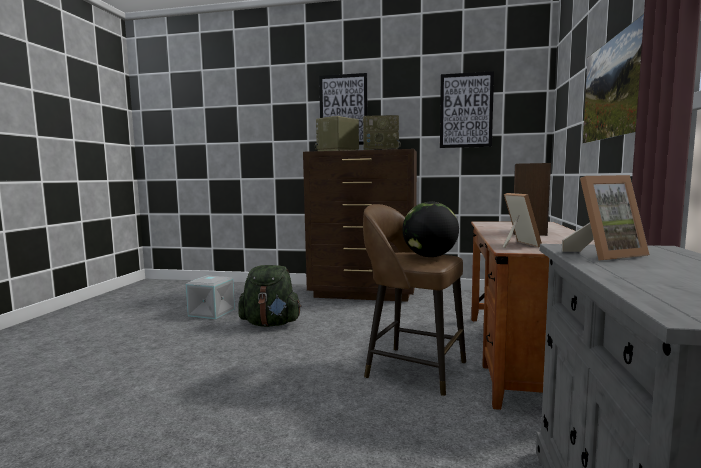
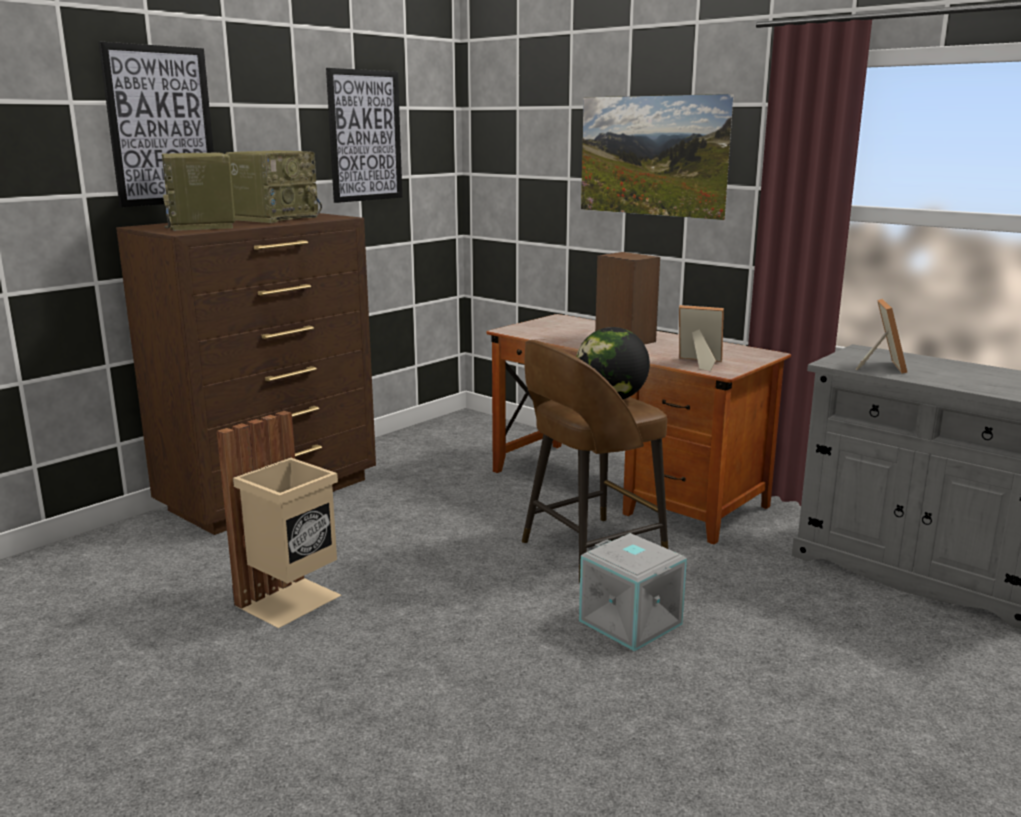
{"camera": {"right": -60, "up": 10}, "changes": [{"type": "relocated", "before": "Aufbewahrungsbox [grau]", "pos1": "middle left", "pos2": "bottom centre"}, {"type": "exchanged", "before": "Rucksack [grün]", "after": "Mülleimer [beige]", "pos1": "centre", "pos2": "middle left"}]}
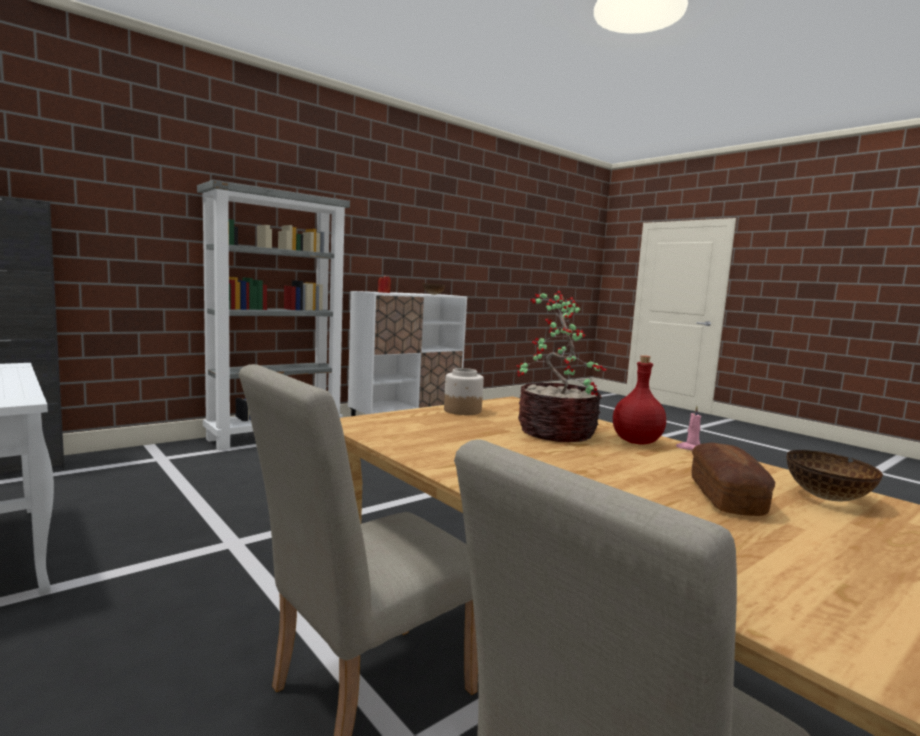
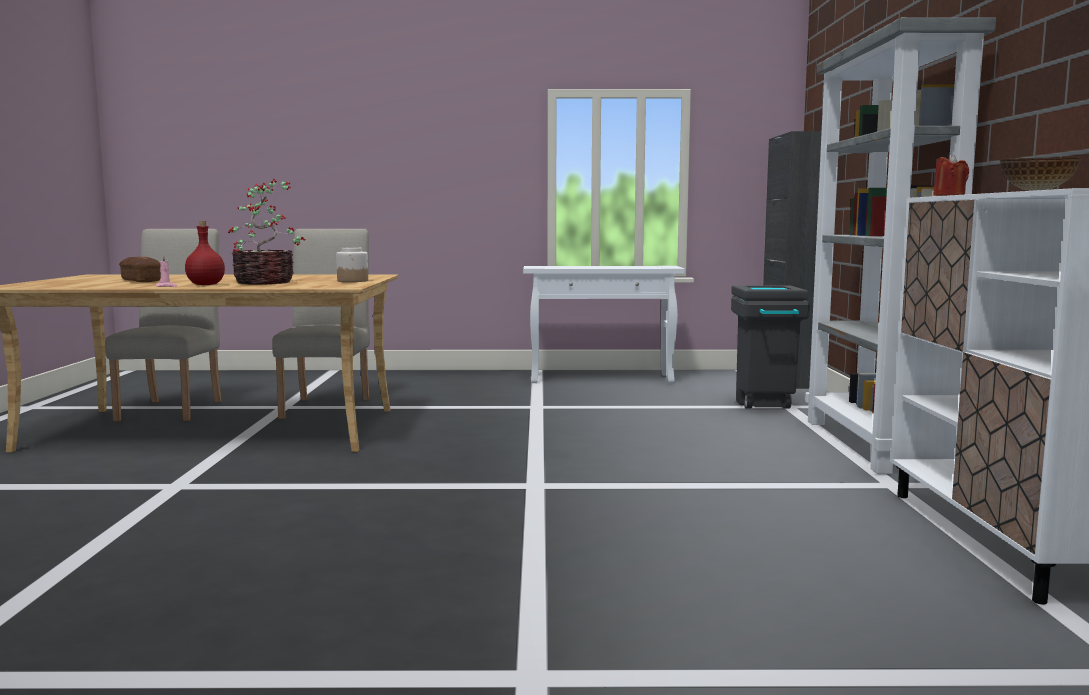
{"camera": {"right": 130, "up": 0}, "changes": [{"type": "missing", "before": "Schüssel (no. 2 from left)", "pos1": "middle right"}, {"type": "appeared", "after": "Mülleimer [grau]", "pos2": "middle right"}]}
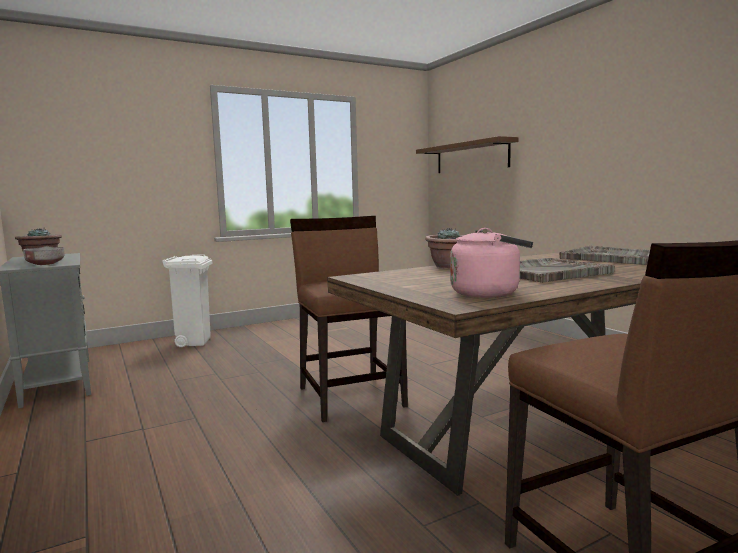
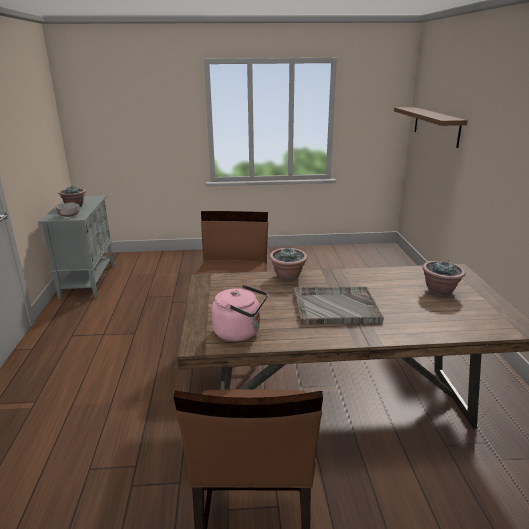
{"camera": {"right": 25, "up": 15}, "changes": [{"type": "missing", "before": "Mülleimer [weiß]", "pos1": "middle left"}, {"type": "exchanged", "before": "Tablett [grau] (no. 2 from left)", "after": "Topfpflanze (no. 3 from left)", "pos1": "middle right", "pos2": "middle right"}]}
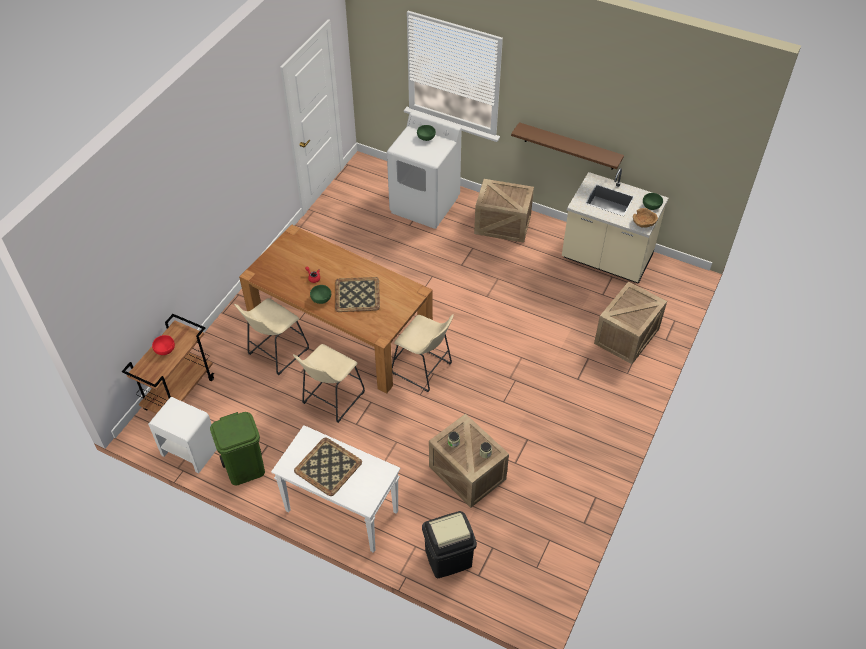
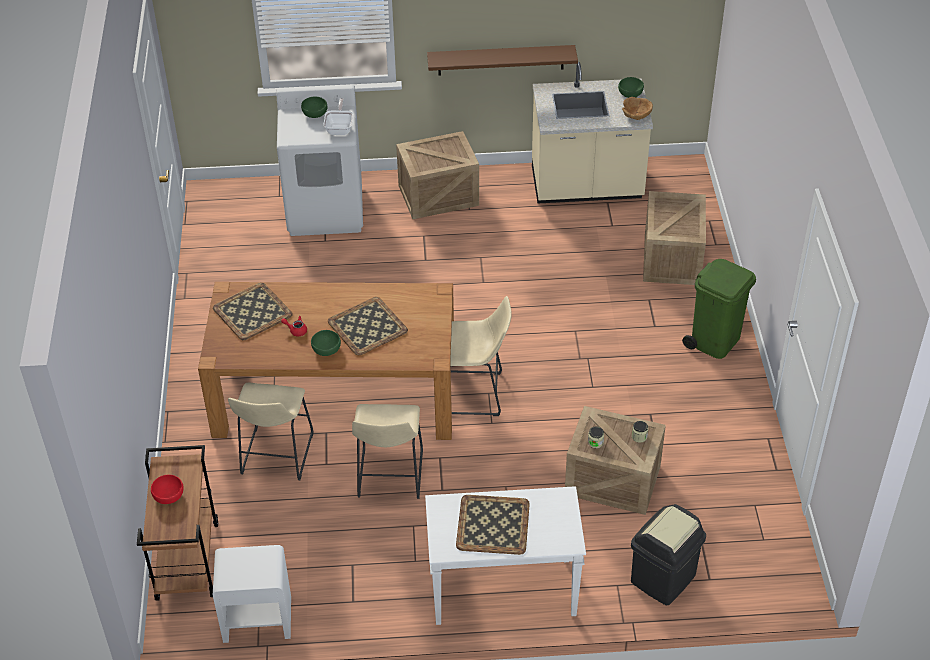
{"camera": {"right": -30, "up": -5}, "changes": [{"type": "relocated", "before": "Mülleimer [grün]", "pos1": "bottom left", "pos2": "middle right"}, {"type": "appeared", "after": "Tablett (no. 1 from left)", "pos2": "middle left"}, {"type": "appeared", "after": "Pfanne", "pos2": "top centre"}]}
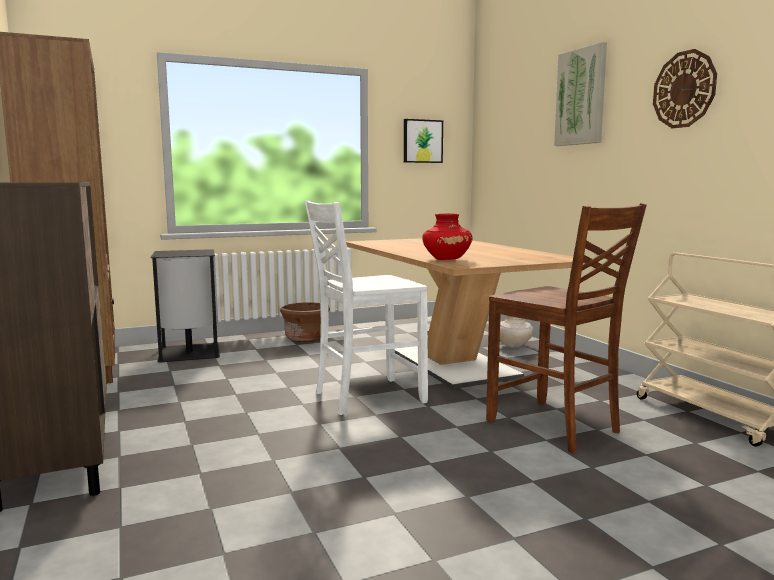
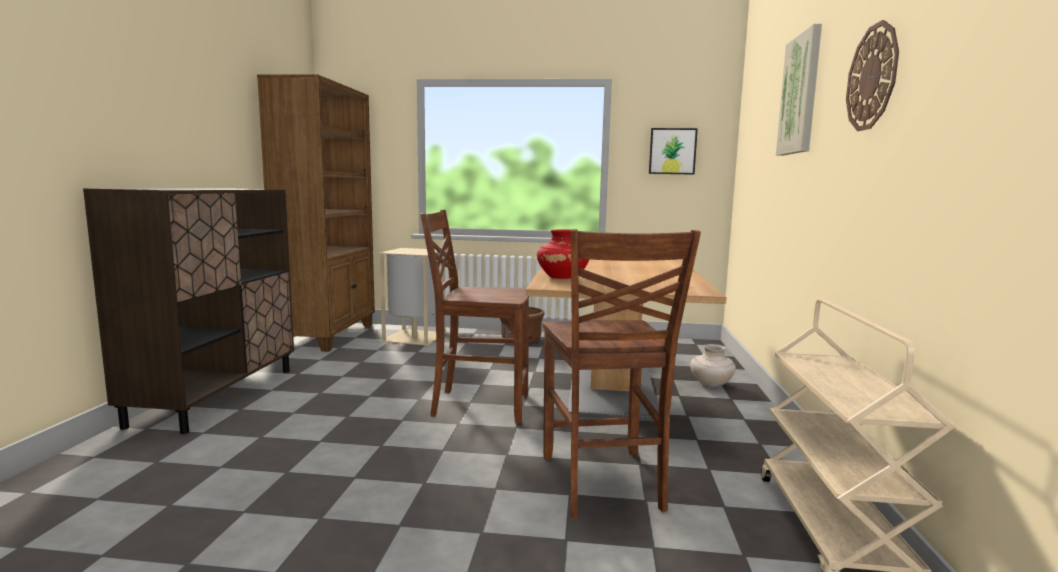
{"camera": {"right": 30, "up": 0}, "changes": [{"type": "colour", "before": "Mülleimer [schwarz]", "after": "Mülleimer [beige]", "pos1": "middle left", "pos2": "centre"}, {"type": "colour", "before": "Stuhl [weiß]", "after": "Stuhl [braun] (no. 1 from left)", "pos1": "centre", "pos2": "centre"}]}
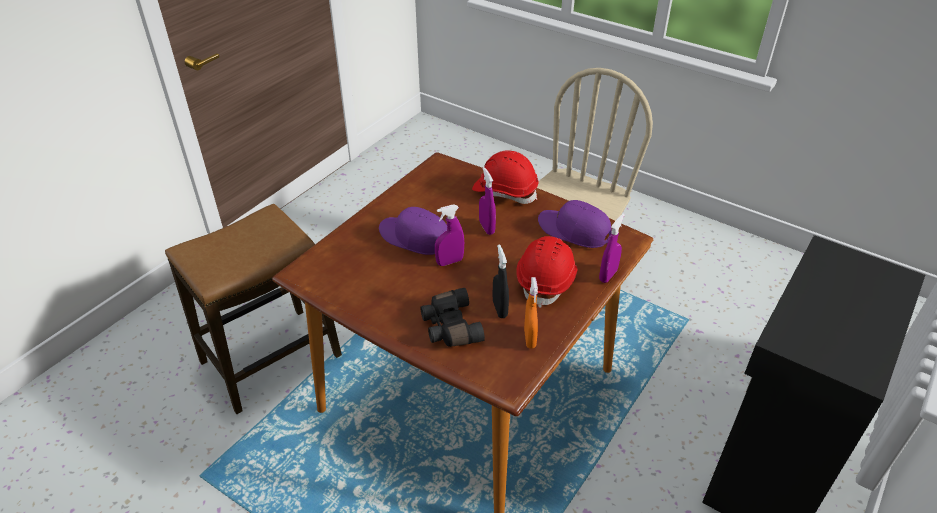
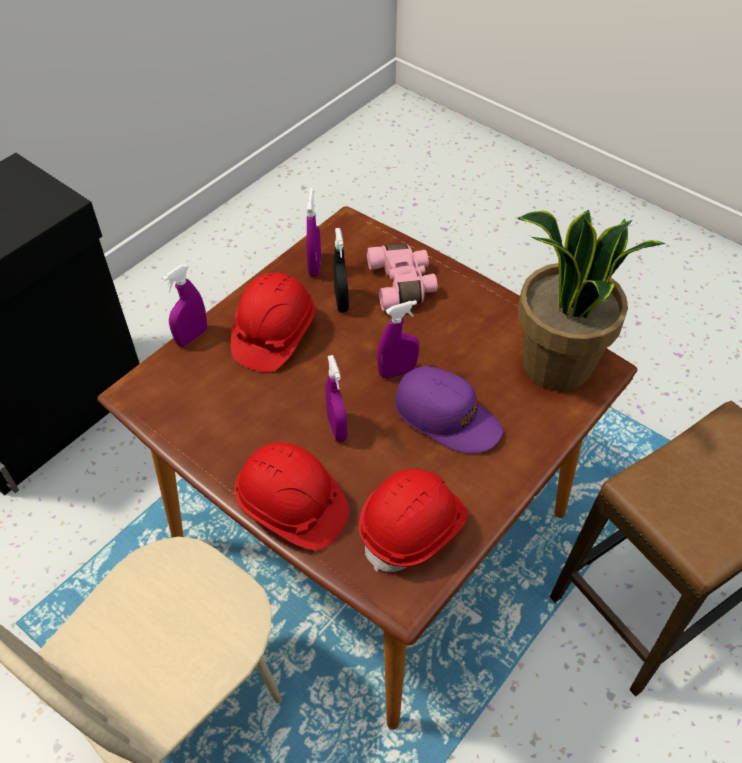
{"camera": {"right": -175, "up": 10}, "changes": [{"type": "colour", "before": "Fernglas [schwarz]", "after": "Fernglas [rosa]", "pos1": "centre", "pos2": "centre"}, {"type": "colour", "before": "Sprühflasche [orange]", "after": "Sprühflasche [lila] (no. 2 from left)", "pos1": "centre", "pos2": "top centre"}, {"type": "missing", "before": "Kappe [lila] (no. 2 from left)", "pos1": "centre"}, {"type": "appeared", "after": "Schutzhelm [rot] (no. 3 from left)", "pos2": "bottom centre"}, {"type": "appeared", "after": "Topfpflanze", "pos2": "middle right"}]}
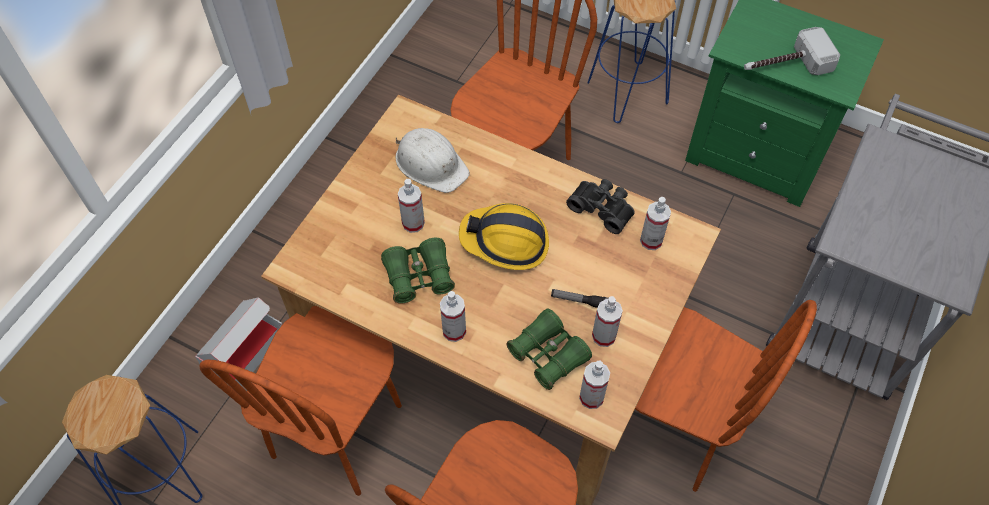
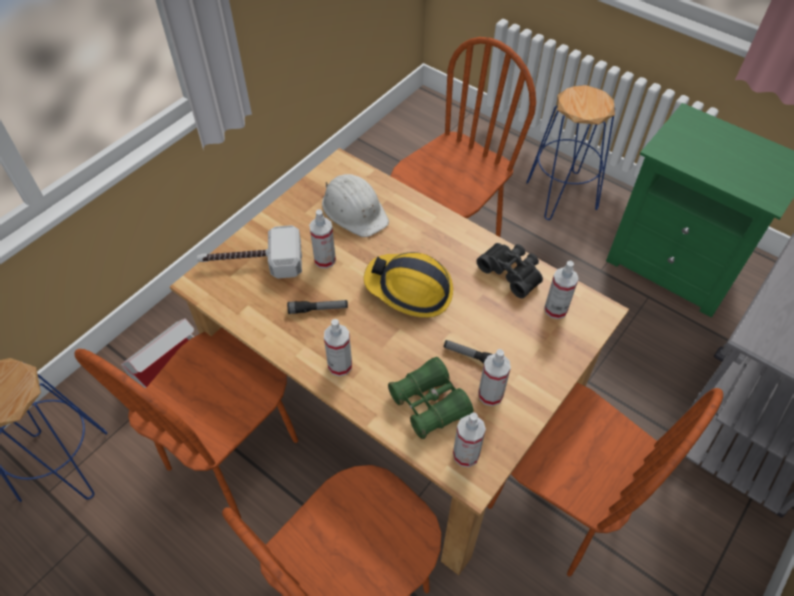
{"camera": {"right": 10, "up": -5}, "changes": [{"type": "exchanged", "before": "Fernglas [grün] (no. 1 from left)", "after": "Taschenlampe (no. 1 from left)", "pos1": "centre", "pos2": "centre"}, {"type": "relocated", "before": "Hammer", "pos1": "top right", "pos2": "middle left"}]}
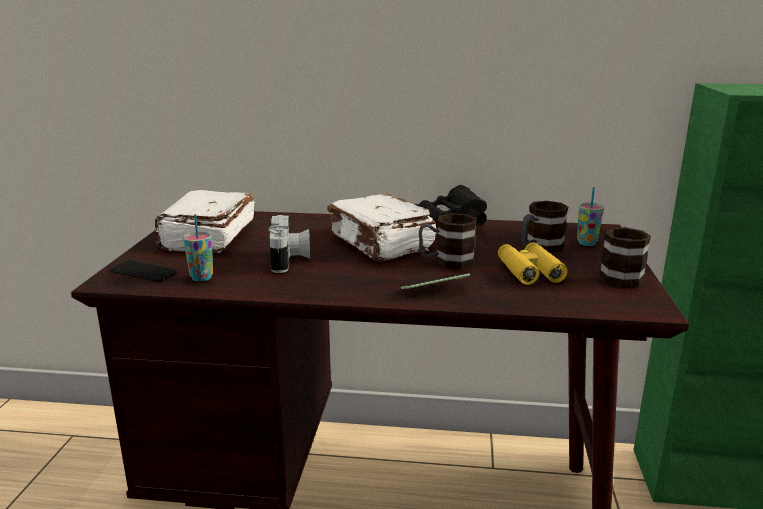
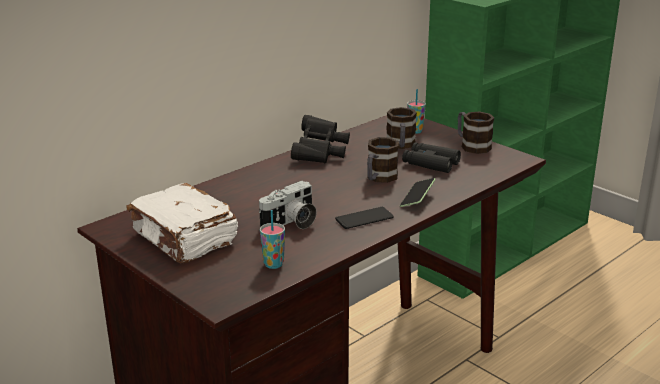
{"camera": {"right": -50, "up": 5}, "changes": [{"type": "relocated", "before": "Handy (no. 1 from left)", "pos1": "middle left", "pos2": "centre"}, {"type": "spun", "before": "Kamera", "pos1": "centre", "pos2": "centre", "turn": 105}, {"type": "missing", "before": "Buch [weiß] (no. 2 from left)", "pos1": "centre"}, {"type": "colour", "before": "Fernglas [gelb]", "after": "Fernglas [schwarz] (no. 2 from left)", "pos1": "middle right", "pos2": "centre"}]}
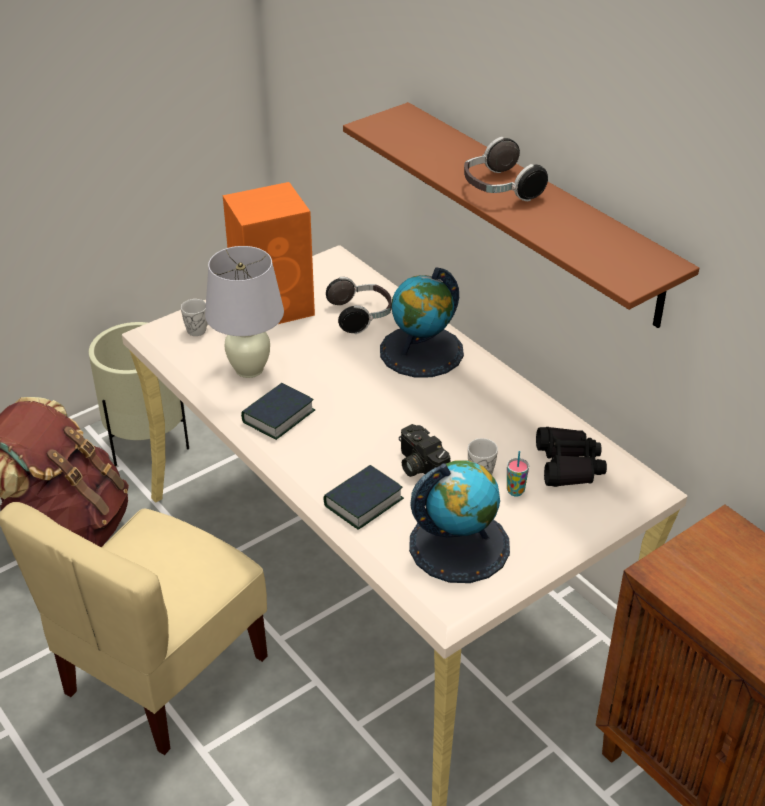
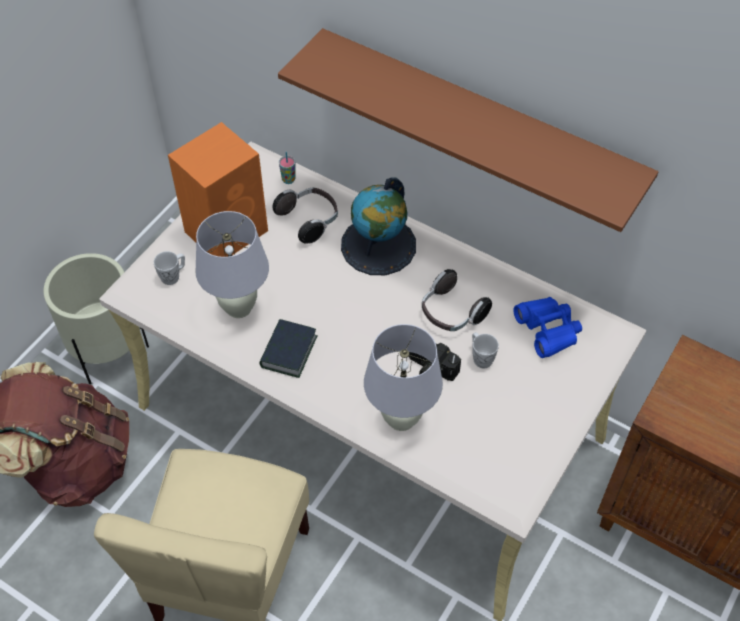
{"camera": {"right": -20, "up": 15}, "changes": [{"type": "exchanged", "before": "Buch (no. 2 from left)", "after": "Tischlampe [weiß] (no. 2 from left)", "pos1": "centre", "pos2": "centre"}, {"type": "missing", "before": "Globus (no. 2 from left)", "pos1": "centre"}, {"type": "relocated", "before": "Kopfhörer (no. 2 from left)", "pos1": "top centre", "pos2": "centre"}, {"type": "relocated", "before": "Tasse", "pos1": "middle right", "pos2": "top centre"}, {"type": "colour", "before": "Fernglas [schwarz]", "after": "Fernglas [blau]", "pos1": "middle right", "pos2": "middle right"}]}
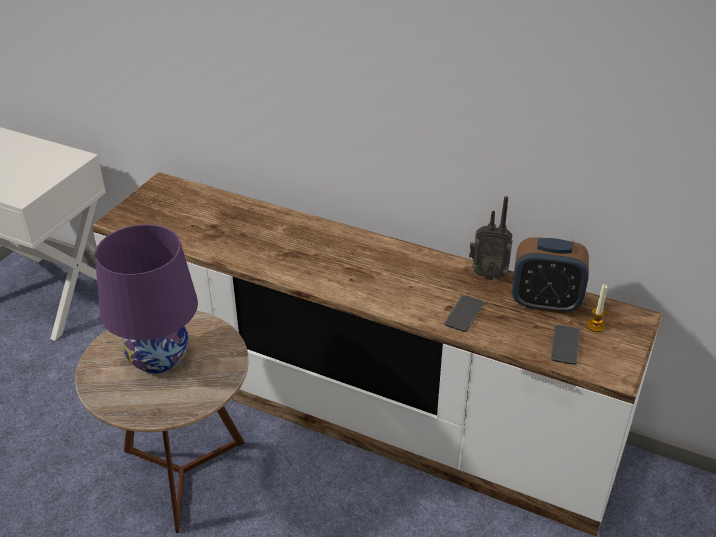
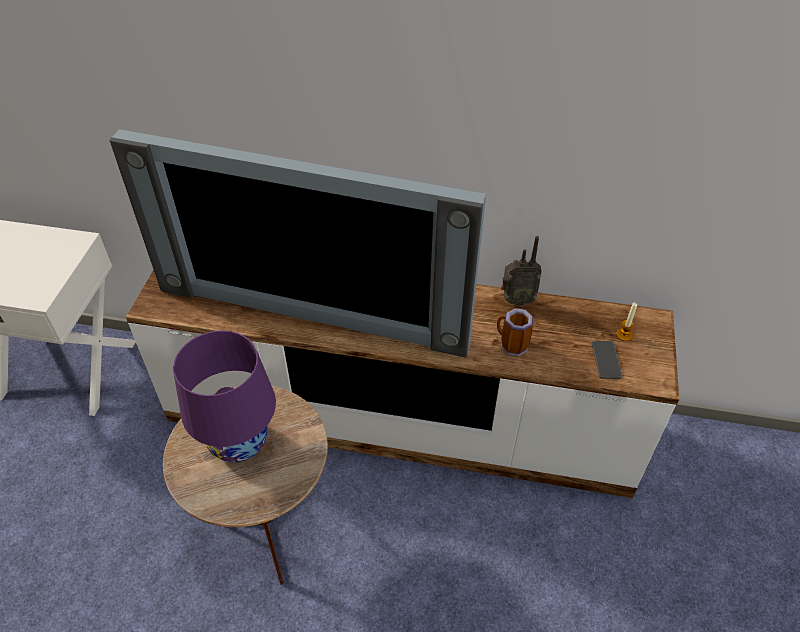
{"camera": {"right": -15, "up": 10}, "changes": [{"type": "exchanged", "before": "Handy (no. 1 from left)", "after": "Henkelbecher", "pos1": "centre", "pos2": "centre"}, {"type": "missing", "before": "Wecker", "pos1": "middle right"}, {"type": "appeared", "after": "Fernseher", "pos2": "centre"}]}
